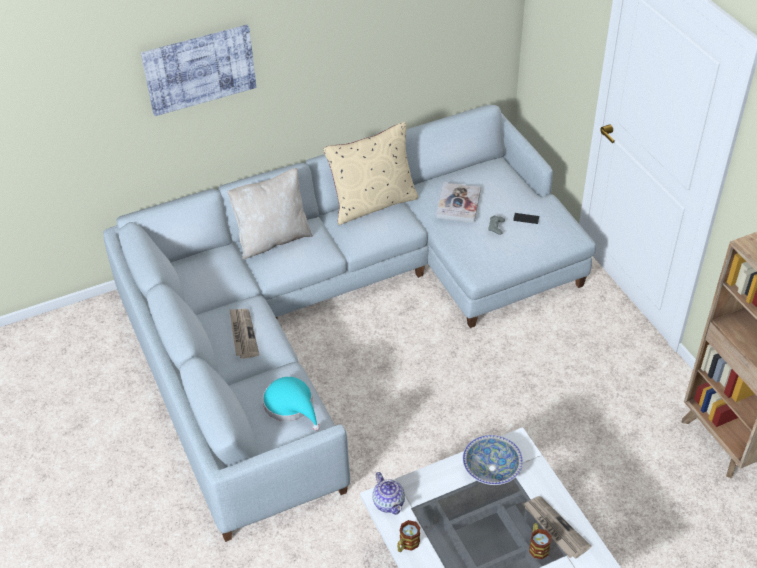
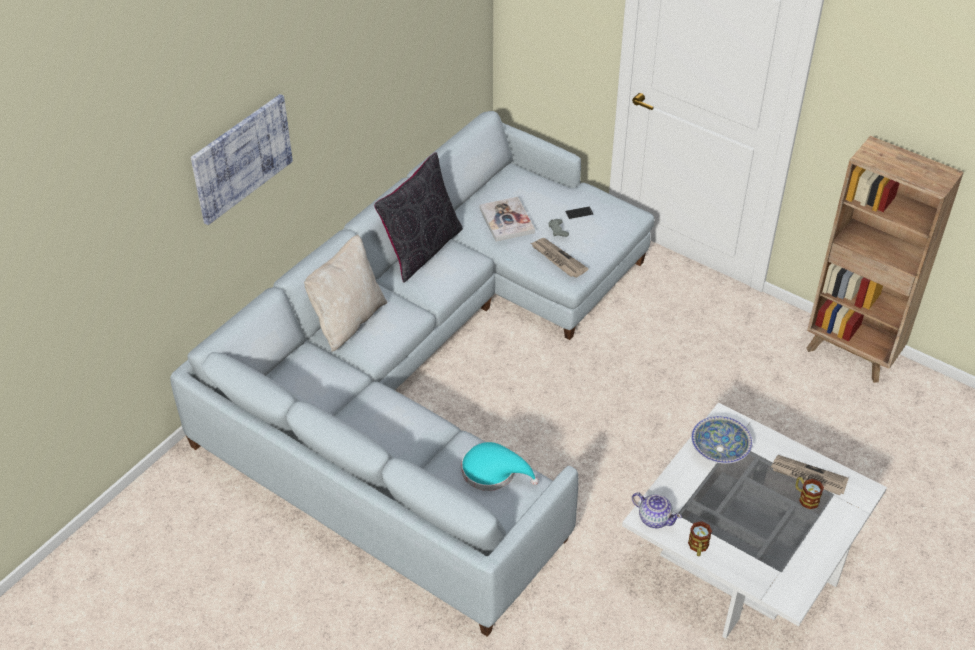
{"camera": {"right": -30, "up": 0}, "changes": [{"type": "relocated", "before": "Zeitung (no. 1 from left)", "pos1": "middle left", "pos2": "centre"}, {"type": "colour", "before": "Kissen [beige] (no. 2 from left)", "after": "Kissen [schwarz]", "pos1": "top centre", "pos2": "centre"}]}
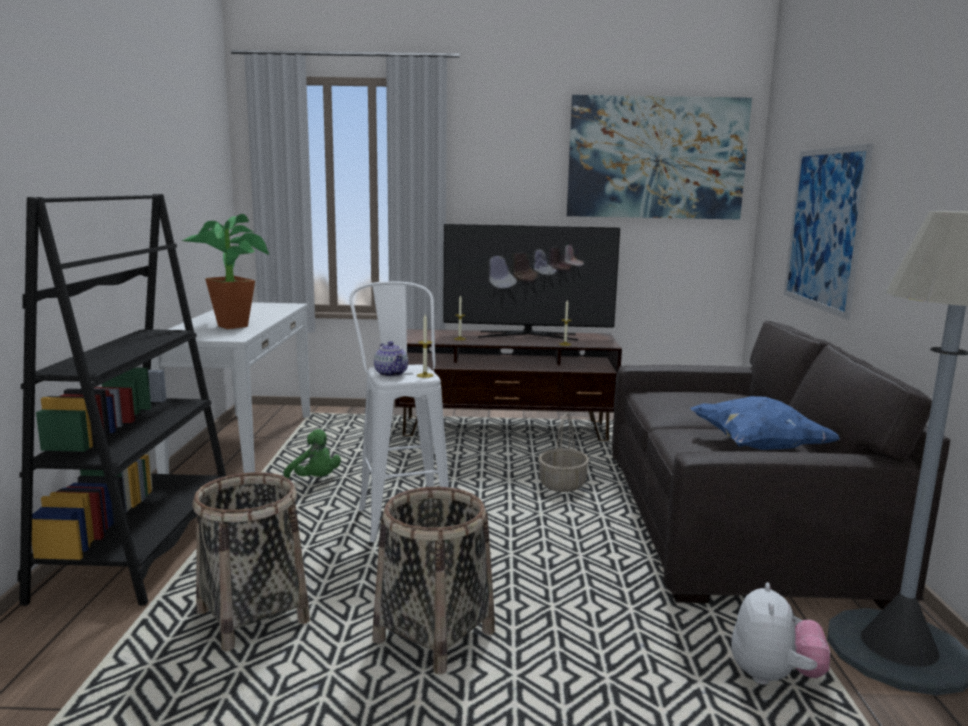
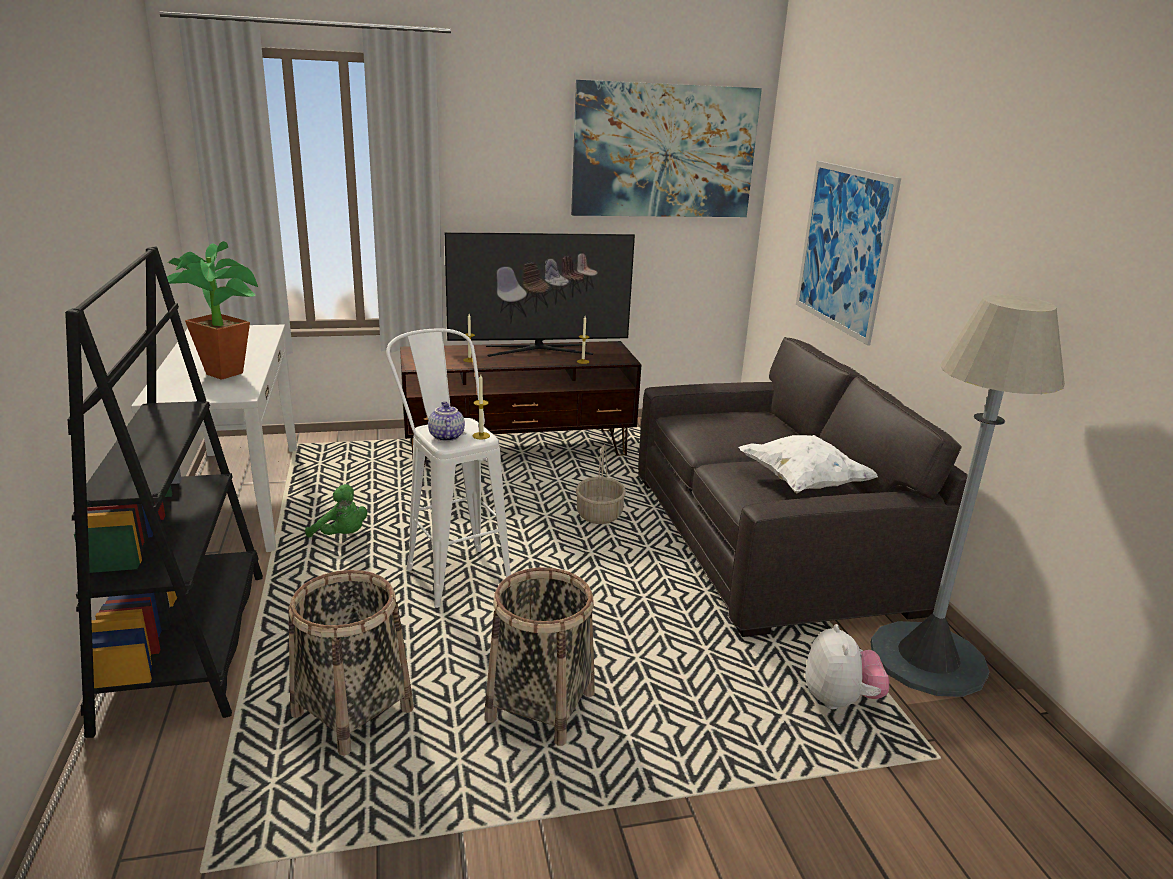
{"camera": {"right": -15, "up": 10}, "changes": [{"type": "spun", "before": "Teekanne", "pos1": "centre", "pos2": "centre", "turn": -150}, {"type": "colour", "before": "Kissen [blau]", "after": "Kissen [weiß]", "pos1": "middle right", "pos2": "middle right"}]}
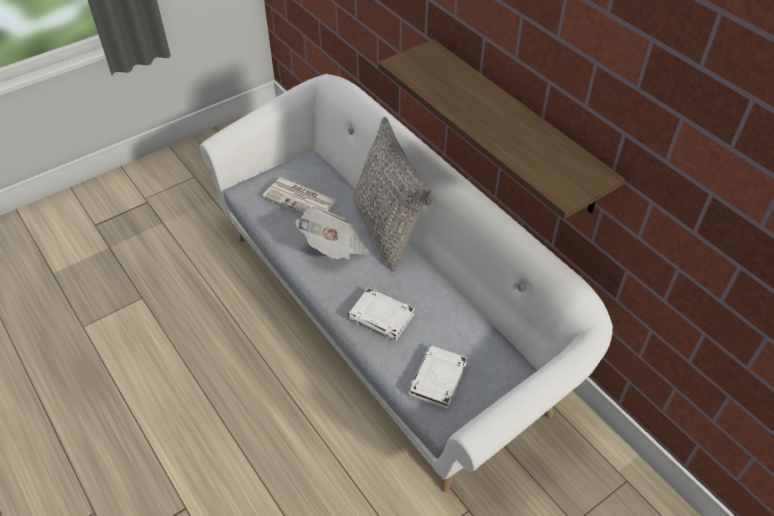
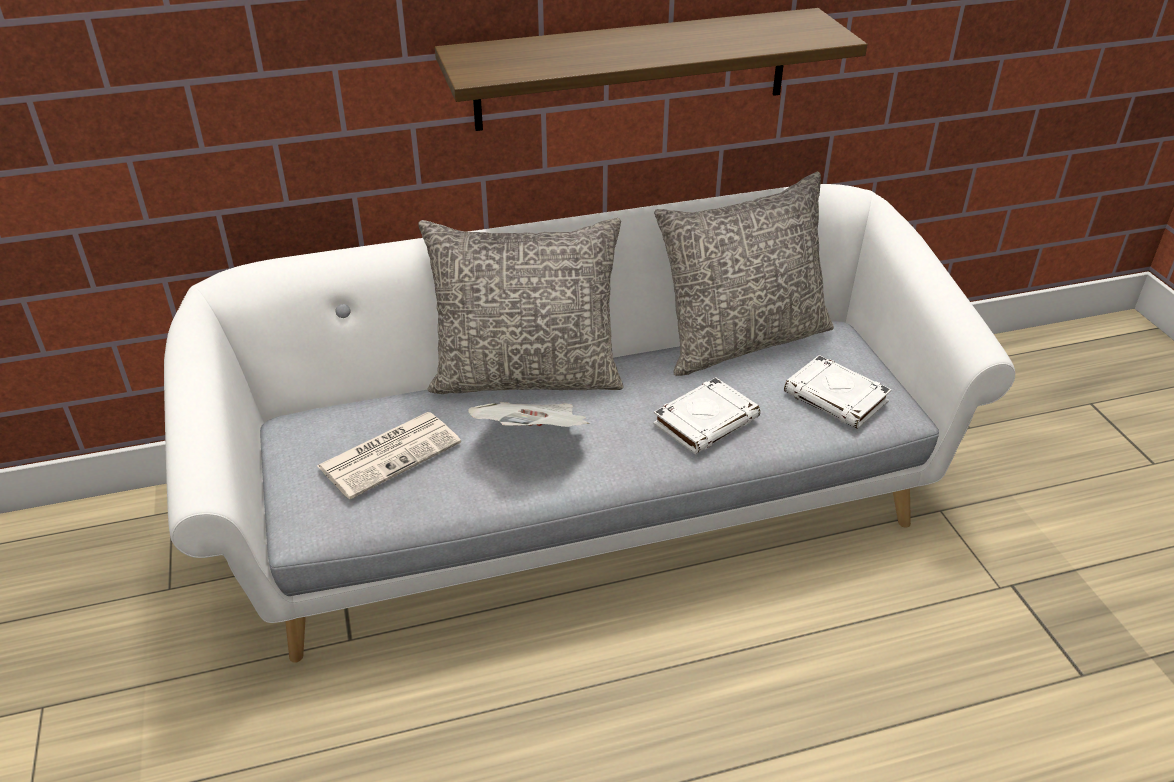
{"camera": {"right": -70, "up": -10}, "changes": [{"type": "appeared", "after": "Kissen [grau] (no. 2 from left)", "pos2": "centre"}]}
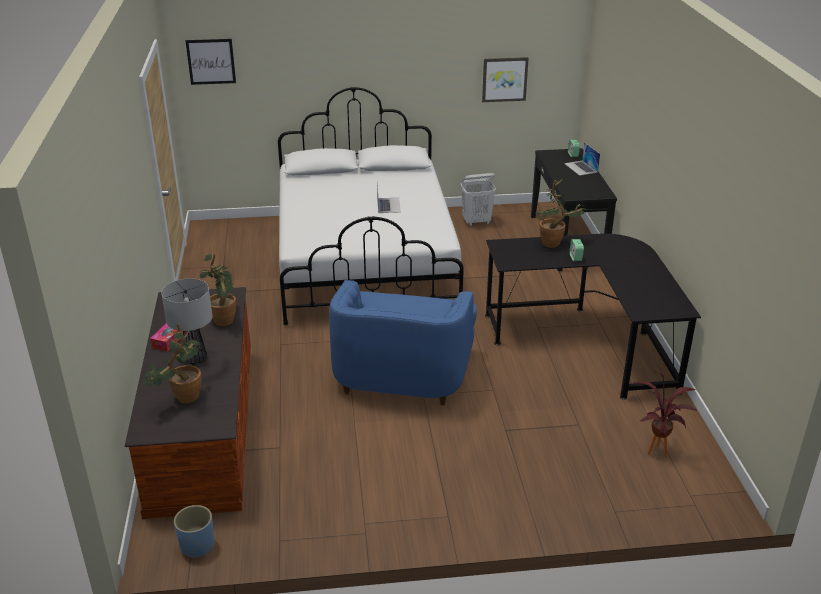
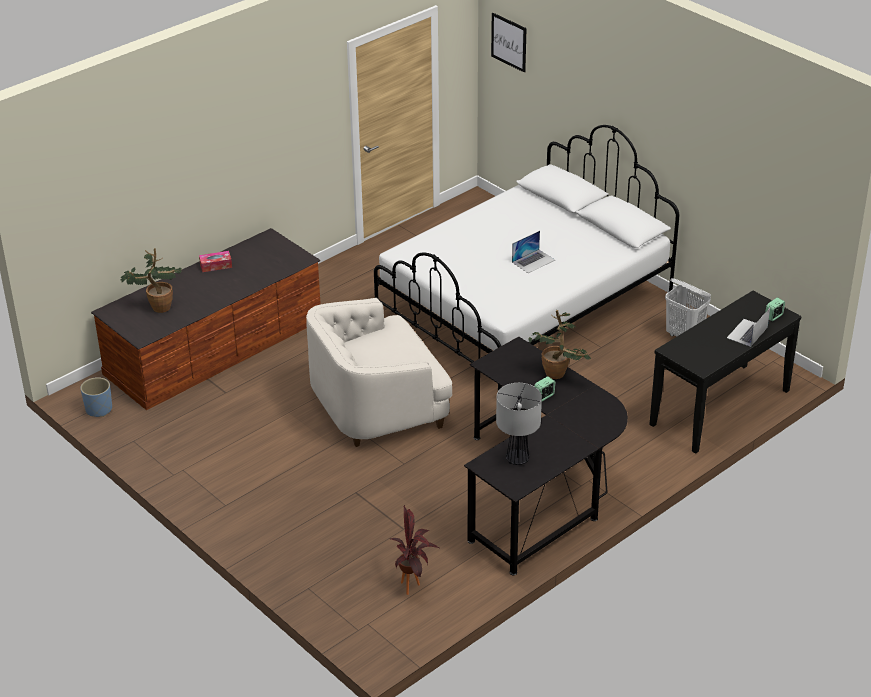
{"camera": {"right": 55, "up": 5}, "changes": [{"type": "relocated", "before": "Tischlampe", "pos1": "middle left", "pos2": "centre"}, {"type": "missing", "before": "Topfpflanze (no. 2 from left)", "pos1": "middle left"}, {"type": "colour", "before": "Sessel [blau]", "after": "Sessel [weiß]", "pos1": "centre", "pos2": "centre"}, {"type": "missing", "before": "Bild (no. 2 from left)", "pos1": "top centre"}]}
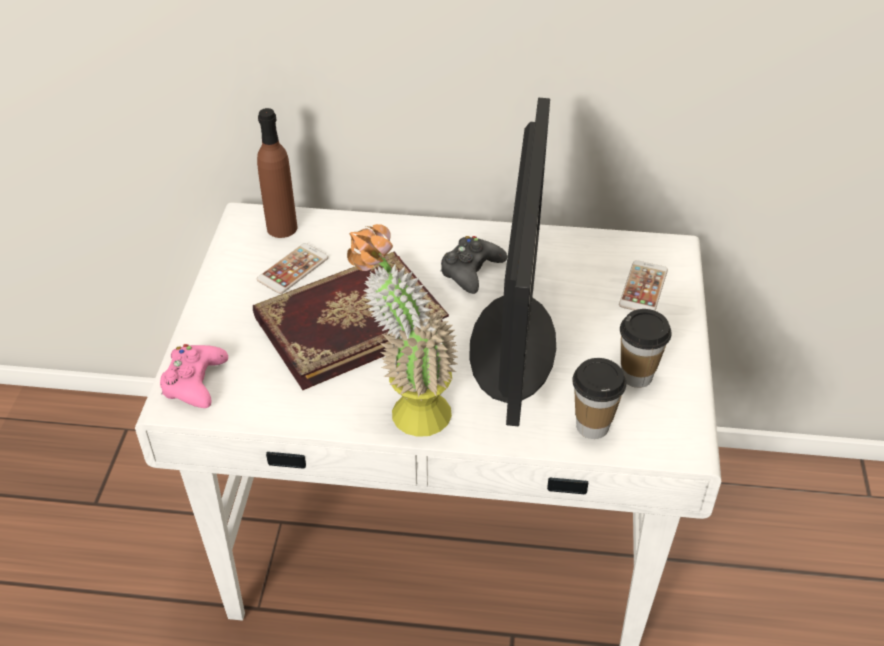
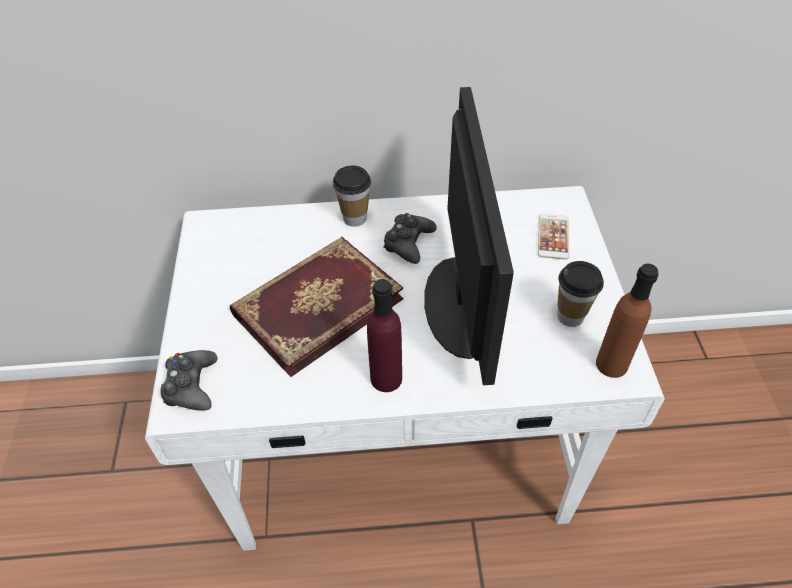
{"camera": {"right": -10, "up": 5}, "changes": [{"type": "colour", "before": "Gamepad [rosa]", "after": "Gamepad [schwarz] (no. 1 from left)", "pos1": "middle left", "pos2": "middle left"}, {"type": "relocated", "before": "Flasche [braun]", "pos1": "top left", "pos2": "middle right"}, {"type": "missing", "before": "Handy (no. 1 from left)", "pos1": "middle left"}, {"type": "exchanged", "before": "Topfpflanze", "after": "Flasche [lila]", "pos1": "centre", "pos2": "centre"}, {"type": "relocated", "before": "Tasse (no. 1 from left)", "pos1": "middle right", "pos2": "centre"}]}
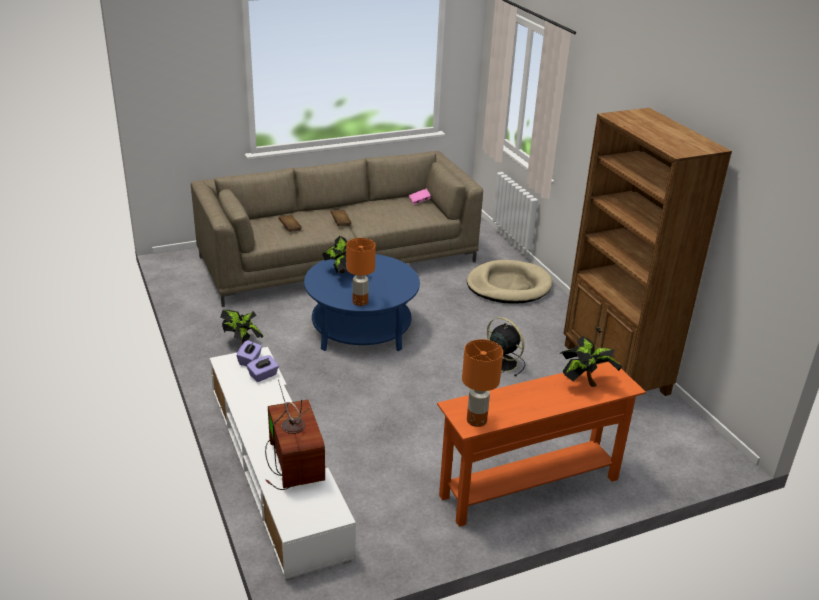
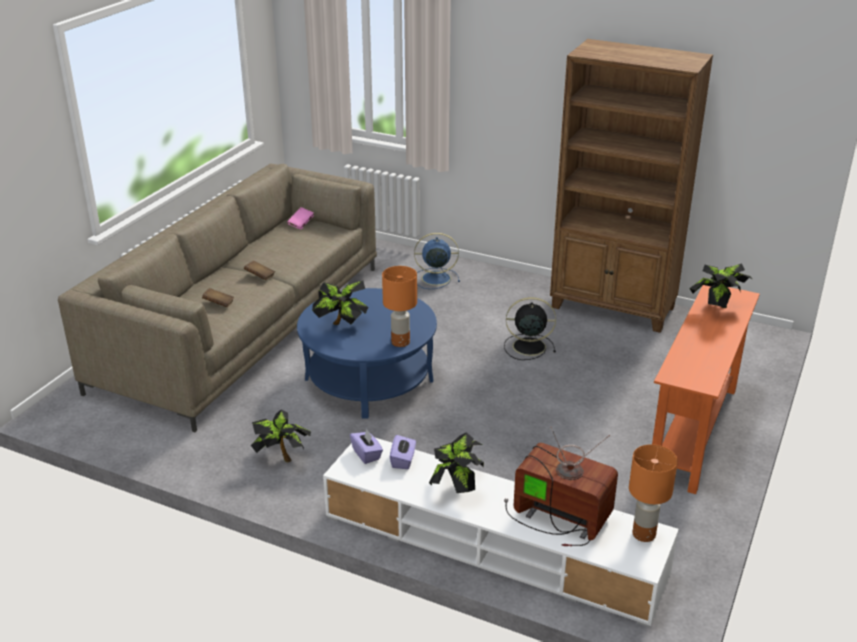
{"camera": {"right": -40, "up": 0}, "changes": [{"type": "relocated", "before": "Tischlampe [orange] (no. 2 from left)", "pos1": "centre", "pos2": "bottom right"}, {"type": "exchanged", "before": "Hundebett [beige]", "after": "Ventilator [blau]", "pos1": "centre", "pos2": "centre"}, {"type": "appeared", "after": "Topfpflanze (no. 3 from left)", "pos2": "bottom centre"}]}
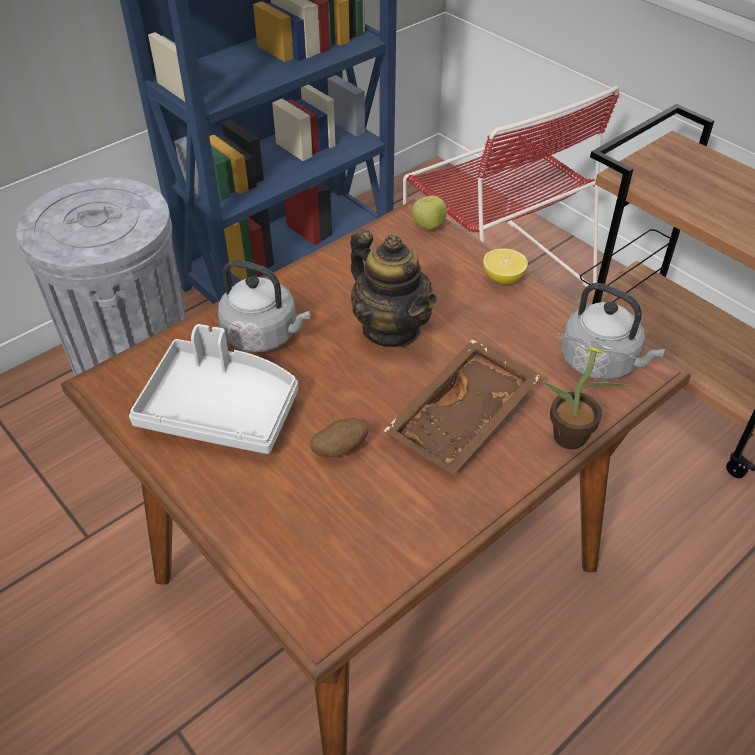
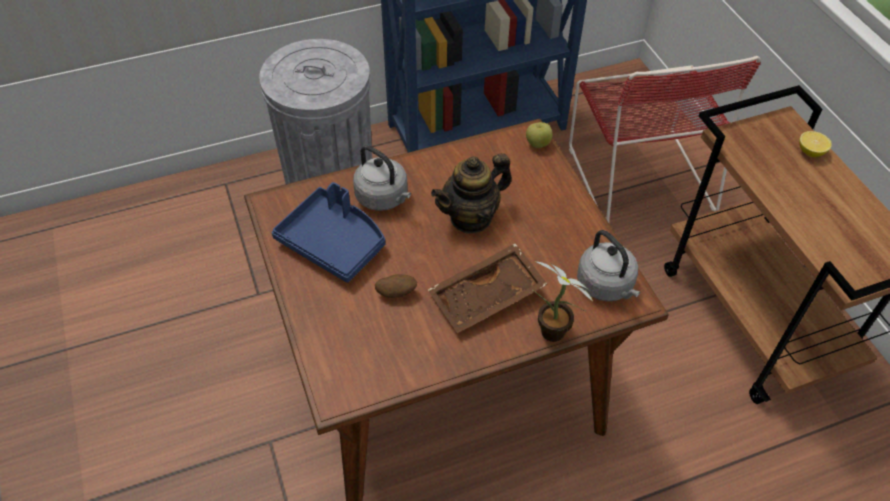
{"camera": {"right": 20, "up": 5}, "changes": [{"type": "colour", "before": "Tablett [grau]", "after": "Tablett [blau]", "pos1": "middle left", "pos2": "centre"}, {"type": "spun", "before": "Teekanne", "pos1": "centre", "pos2": "centre", "turn": 75}, {"type": "relocated", "before": "Zitrone", "pos1": "middle right", "pos2": "top right"}]}
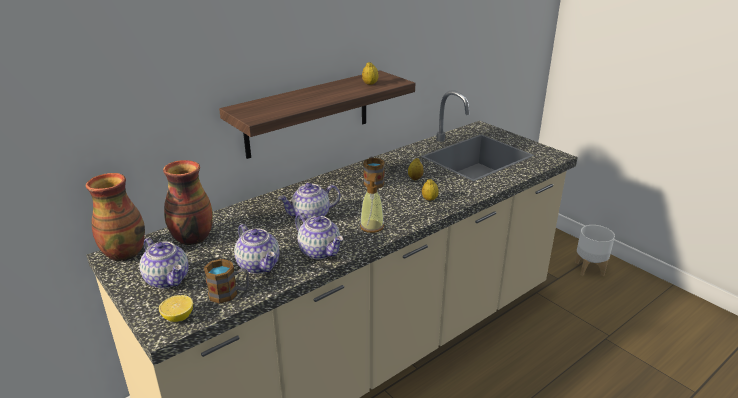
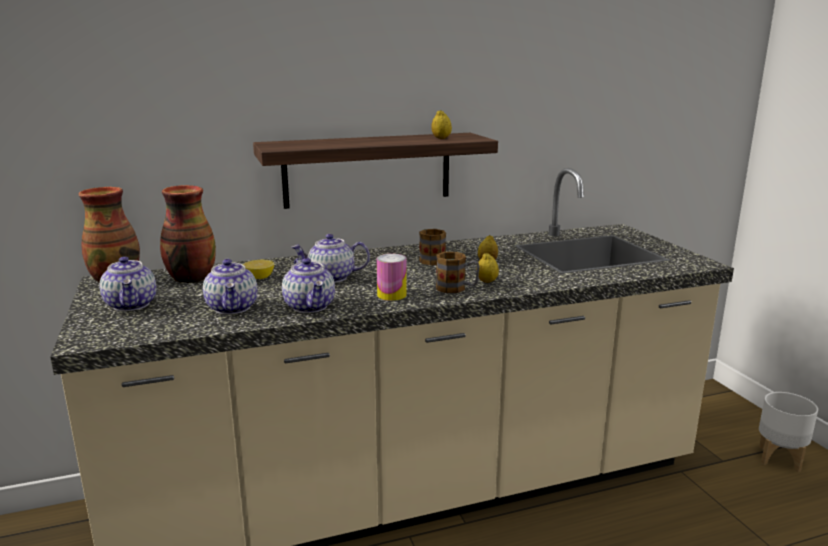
{"camera": {"right": 20, "up": -10}, "changes": [{"type": "relocated", "before": "Zitrone (no. 1 from left)", "pos1": "bottom left", "pos2": "middle left"}, {"type": "relocated", "before": "Henkelbecher (no. 1 from left in the first image)", "after": "Henkelbecher (no. 2 from left)", "pos1": "bottom left", "pos2": "centre"}, {"type": "exchanged", "before": "Seifenspender", "after": "Dose", "pos1": "centre", "pos2": "centre"}]}
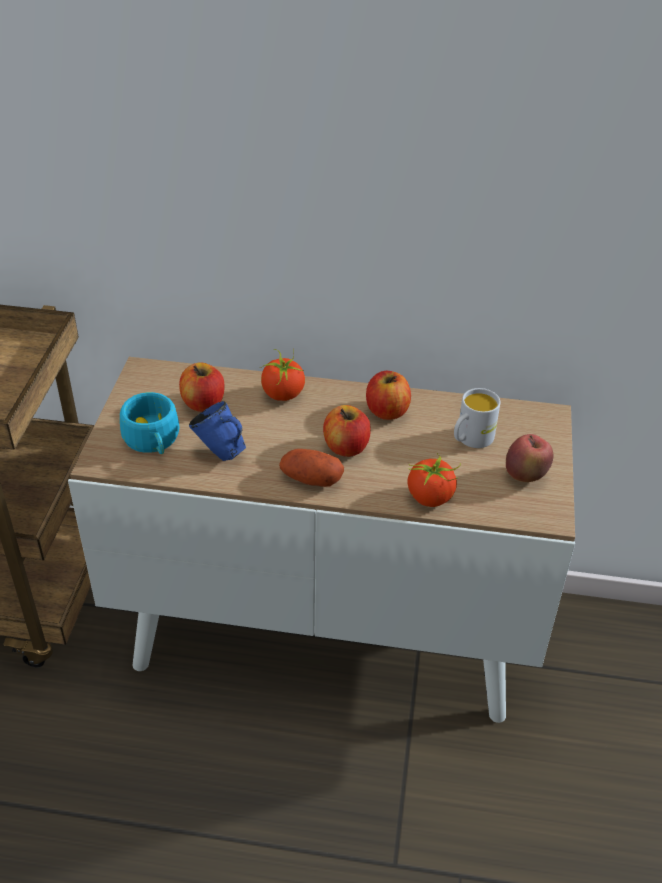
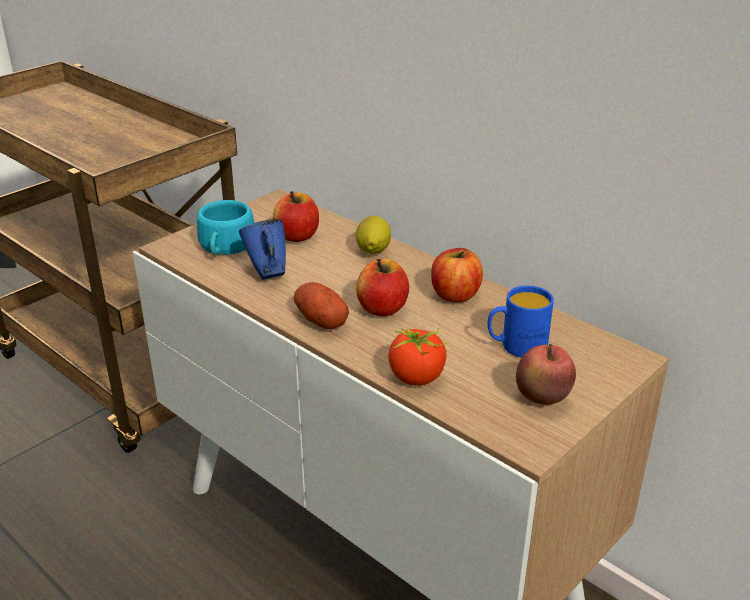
{"camera": {"right": 35, "up": -10}, "changes": [{"type": "exchanged", "before": "Tomate (no. 1 from left)", "after": "Zitrone", "pos1": "centre", "pos2": "centre"}, {"type": "colour", "before": "Henkelbecher [weiß]", "after": "Henkelbecher [blau] (no. 2 from left)", "pos1": "middle right", "pos2": "middle right"}]}
